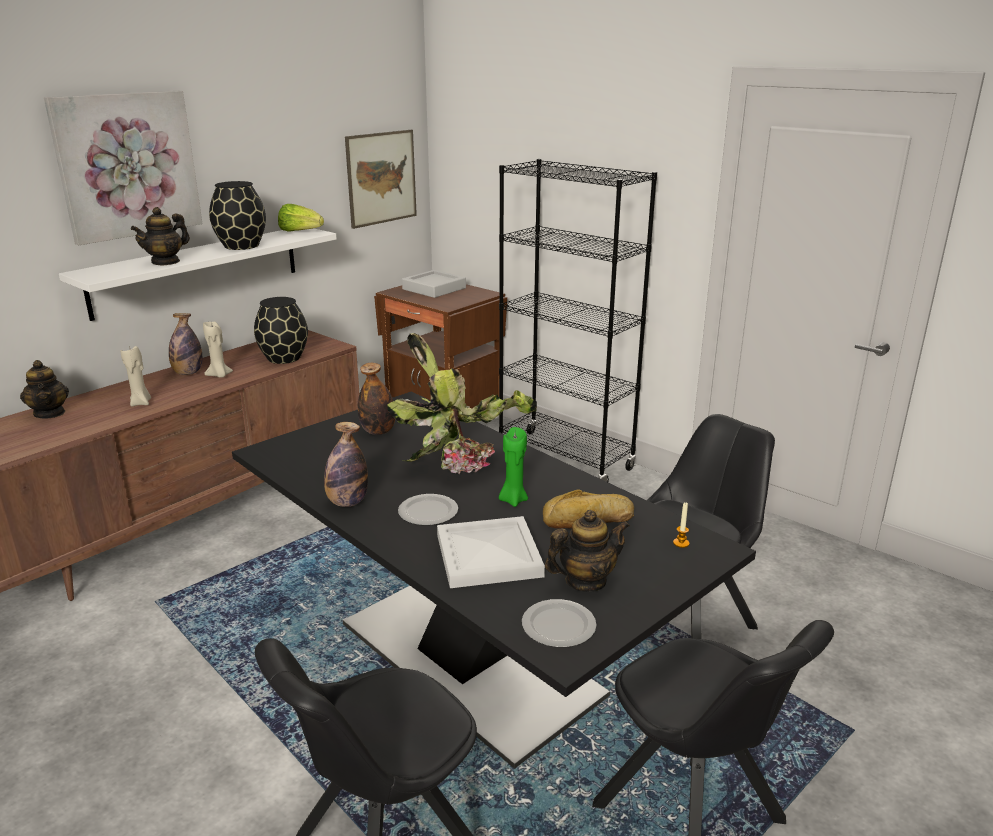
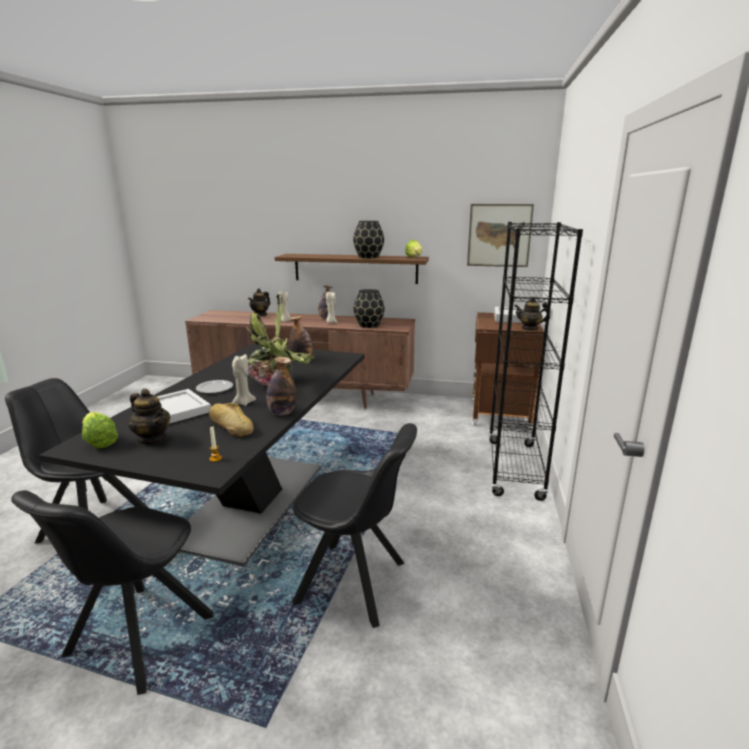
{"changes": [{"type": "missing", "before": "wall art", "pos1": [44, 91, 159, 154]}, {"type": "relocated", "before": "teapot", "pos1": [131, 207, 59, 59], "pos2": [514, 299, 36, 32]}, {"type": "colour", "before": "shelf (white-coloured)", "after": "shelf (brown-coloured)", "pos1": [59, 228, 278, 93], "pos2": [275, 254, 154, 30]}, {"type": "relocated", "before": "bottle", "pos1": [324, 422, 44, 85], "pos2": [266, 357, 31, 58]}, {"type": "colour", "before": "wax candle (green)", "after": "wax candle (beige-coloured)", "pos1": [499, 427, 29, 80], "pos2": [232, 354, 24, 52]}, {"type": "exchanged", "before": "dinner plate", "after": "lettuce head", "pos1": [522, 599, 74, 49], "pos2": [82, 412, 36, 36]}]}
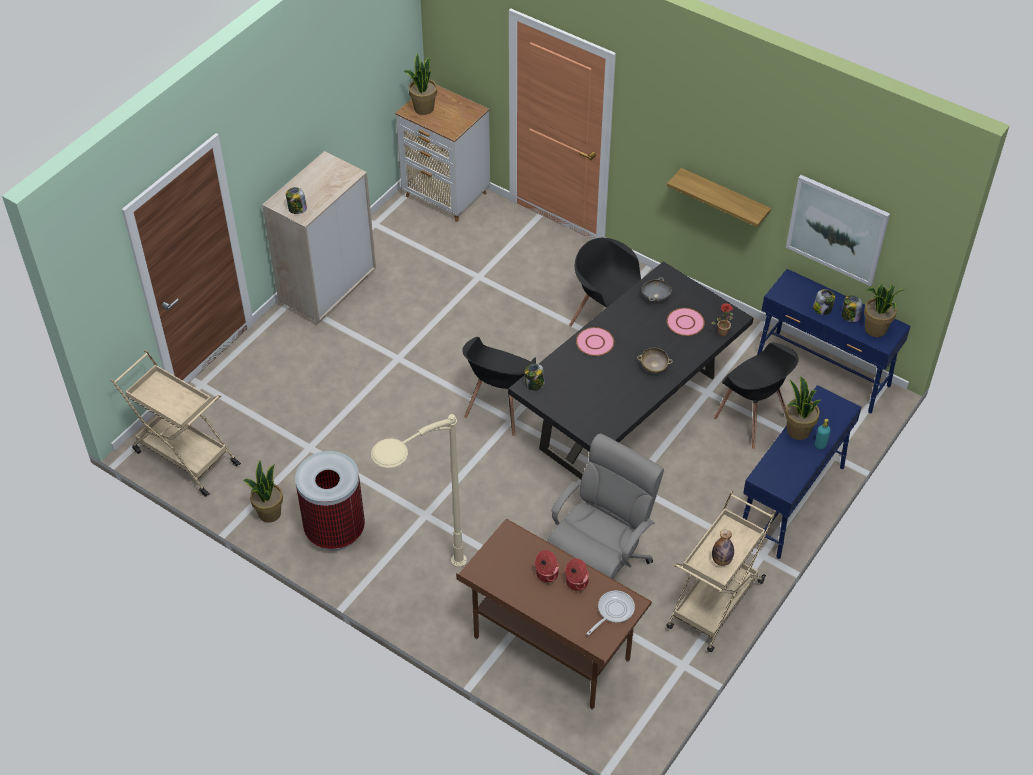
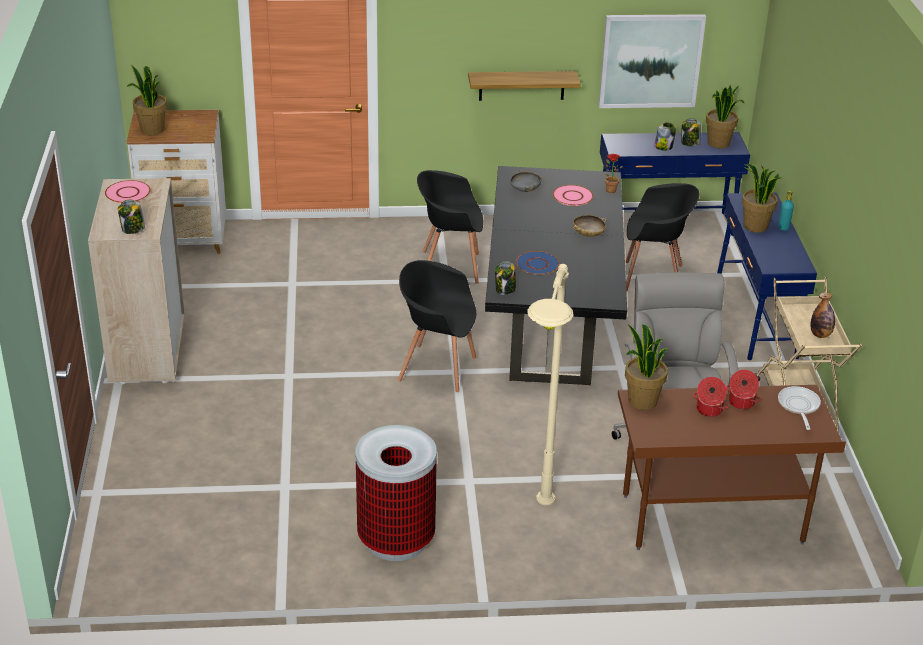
{"changes": [{"type": "relocated", "before": "dinner plate (pink)", "pos1": [576, 327, 38, 29], "pos2": [105, 180, 46, 23]}, {"type": "spun", "before": "chair (black)", "pos1": [462, 337, 74, 99], "pos2": [398, 260, 78, 132], "turn": 120}, {"type": "missing", "before": "wheeled cart (beige-coloured)", "pos1": [111, 350, 130, 147]}, {"type": "relocated", "before": "plant in a pot", "pos1": [243, 461, 40, 62], "pos2": [625, 324, 43, 86]}, {"type": "appeared", "after": "dinner plate (bluish)", "pos2": [516, 251, 43, 24]}]}
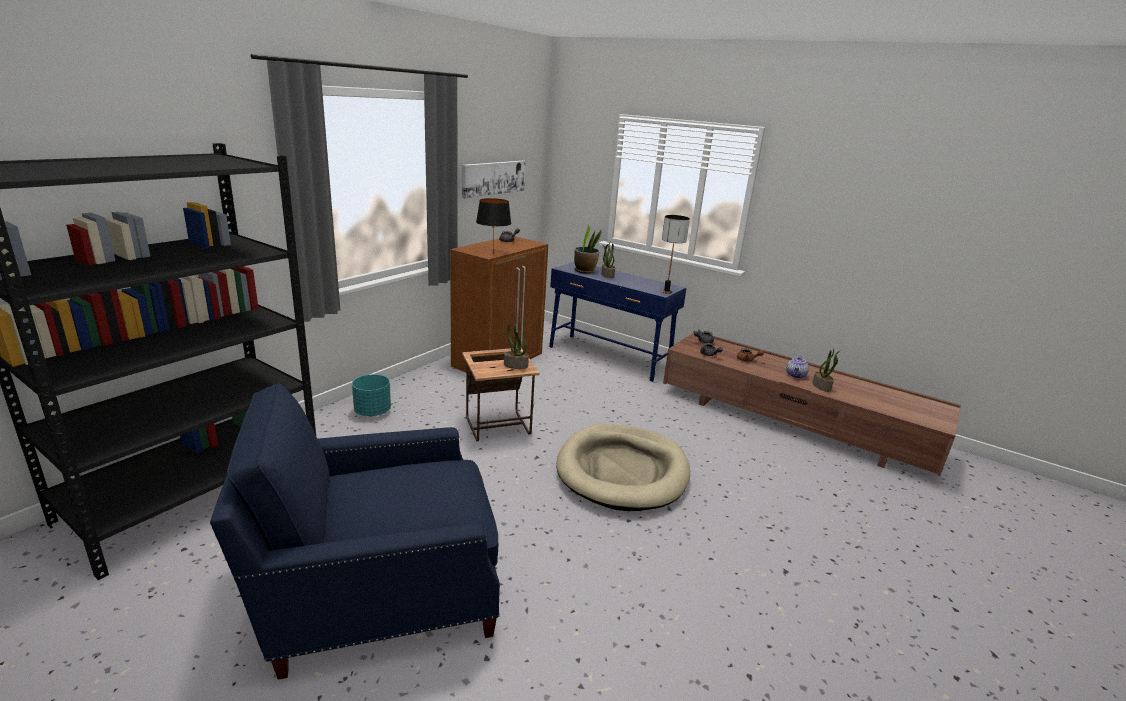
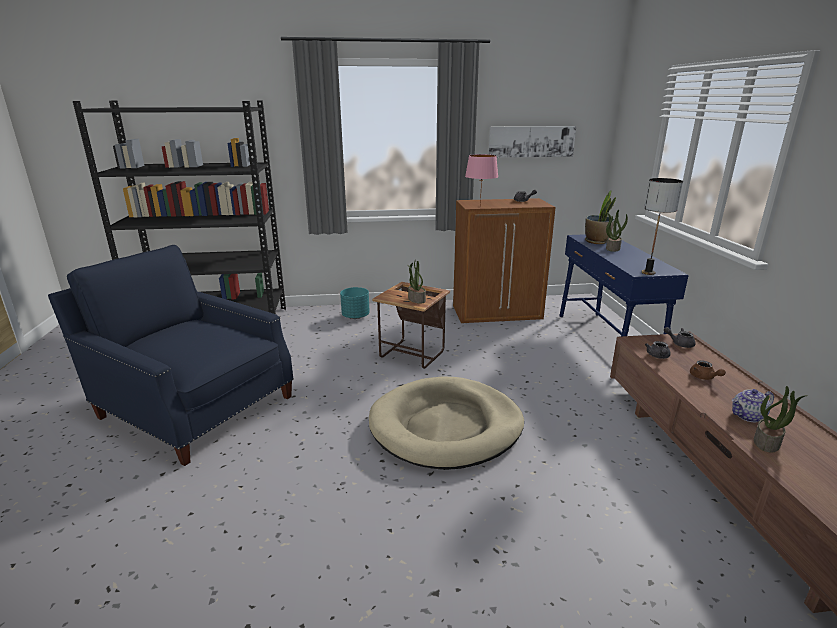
{"changes": [{"type": "colour", "before": "table lamp (black)", "after": "table lamp (pink)", "pos1": [476, 198, 35, 50], "pos2": [465, 154, 33, 52]}]}
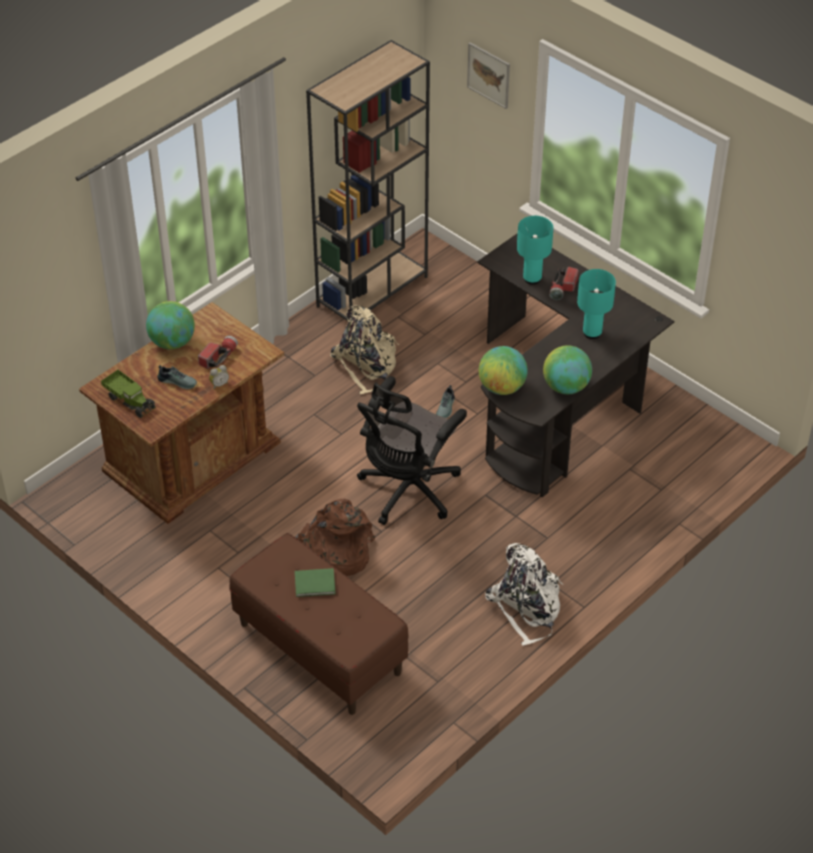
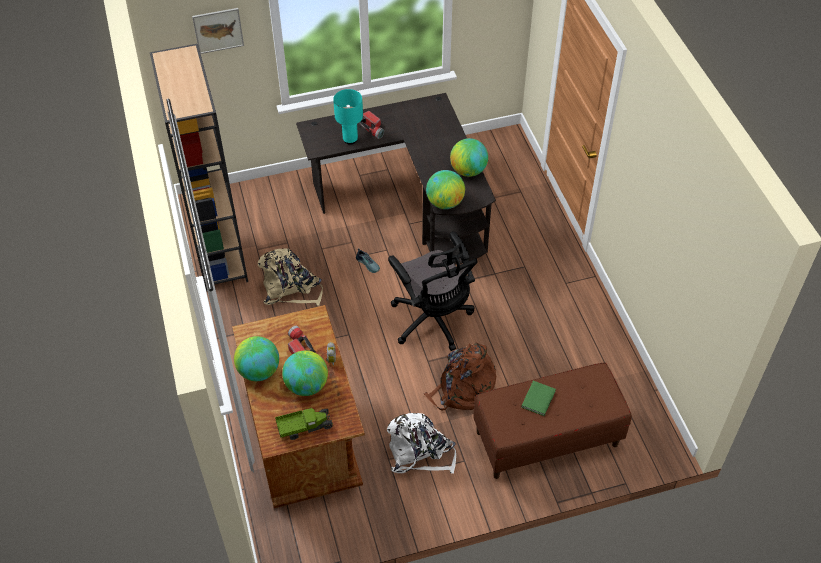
{"changes": [{"type": "missing", "before": "table lamp (turquoise)", "pos1": [577, 269, 39, 70]}, {"type": "exchanged", "before": "shoe", "after": "world globe", "pos1": [157, 365, 40, 24], "pos2": [282, 350, 46, 46]}, {"type": "relocated", "before": "knapsack (white-coloured)", "pos1": [485, 543, 78, 103], "pos2": [387, 413, 69, 61]}]}
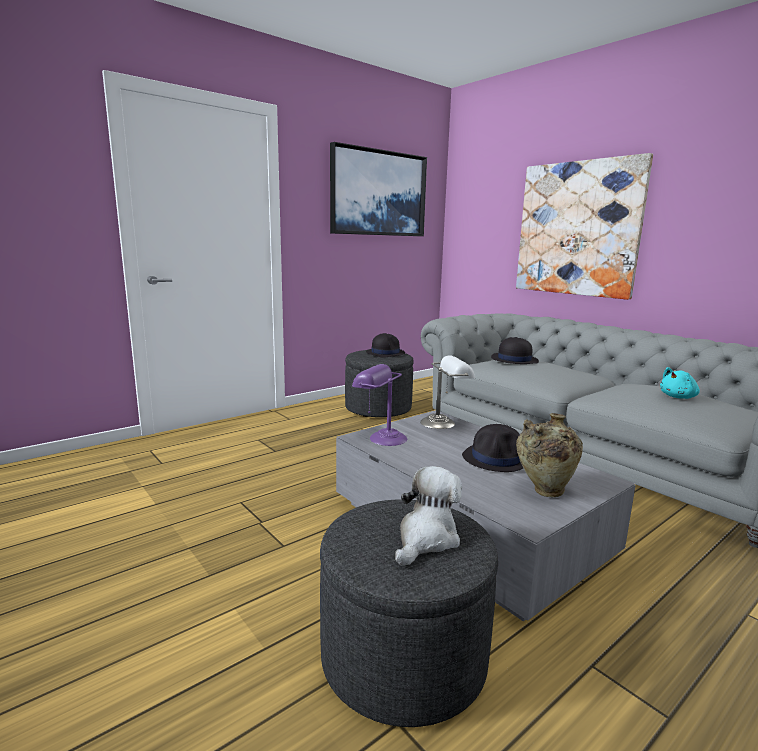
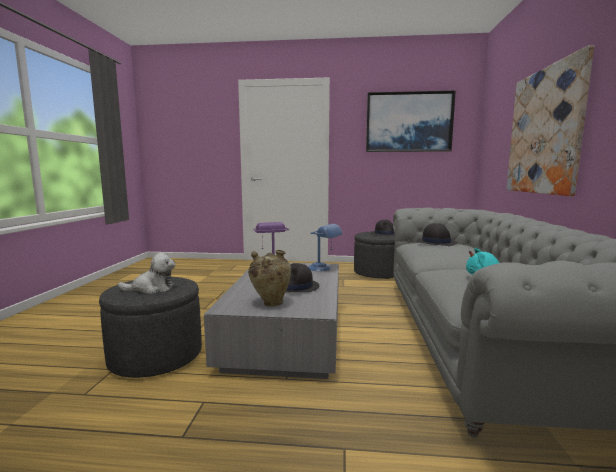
{"changes": [{"type": "colour", "before": "table lamp (white-coloured)", "after": "table lamp (bluish)", "pos1": [420, 355, 55, 74], "pos2": [308, 224, 34, 47]}]}
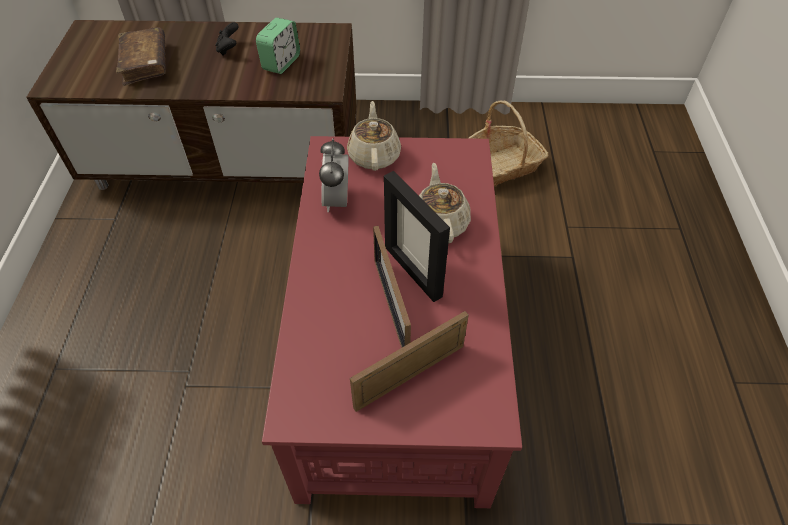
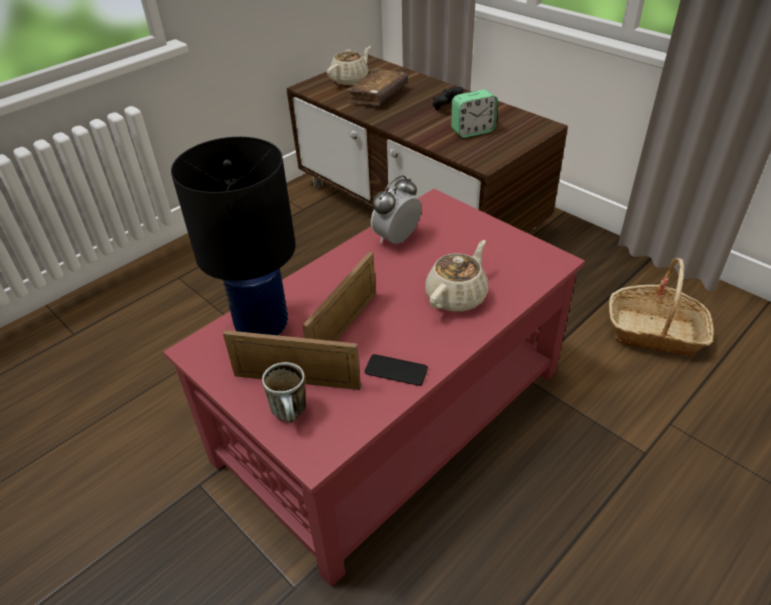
{"changes": [{"type": "relocated", "before": "teapot (beige-coloured)", "pos1": [347, 101, 54, 70], "pos2": [327, 46, 44, 40]}, {"type": "missing", "before": "picture frame", "pos1": [384, 171, 66, 131]}, {"type": "appeared", "after": "table lamp (black)", "pos2": [171, 137, 125, 199]}, {"type": "appeared", "after": "handset", "pos2": [365, 354, 63, 32]}, {"type": "appeared", "after": "coffee mug", "pos2": [262, 362, 44, 61]}]}
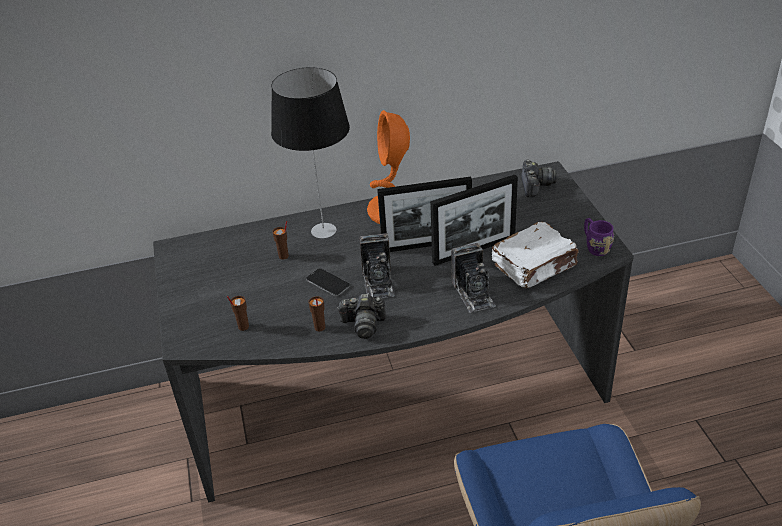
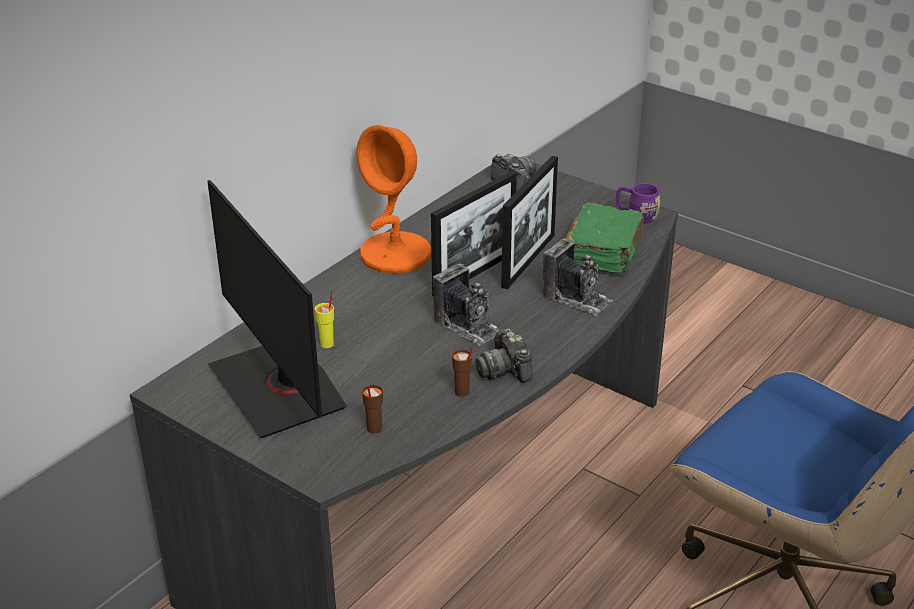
{"changes": [{"type": "missing", "before": "table lamp", "pos1": [271, 67, 79, 171]}, {"type": "colour", "before": "small cup (brown-coloured)", "after": "small cup (yellowish)", "pos1": [272, 221, 17, 39], "pos2": [315, 291, 19, 57]}, {"type": "colour", "before": "book (white-coloured)", "after": "book (green)", "pos1": [491, 222, 88, 66], "pos2": [565, 203, 79, 71]}, {"type": "missing", "before": "handset", "pos1": [306, 268, 44, 28]}, {"type": "spun", "before": "photo camera", "pos1": [337, 294, 49, 45], "pos2": [475, 328, 58, 55], "turn": 105}, {"type": "appeared", "after": "computer display", "pos2": [207, 180, 140, 258]}]}
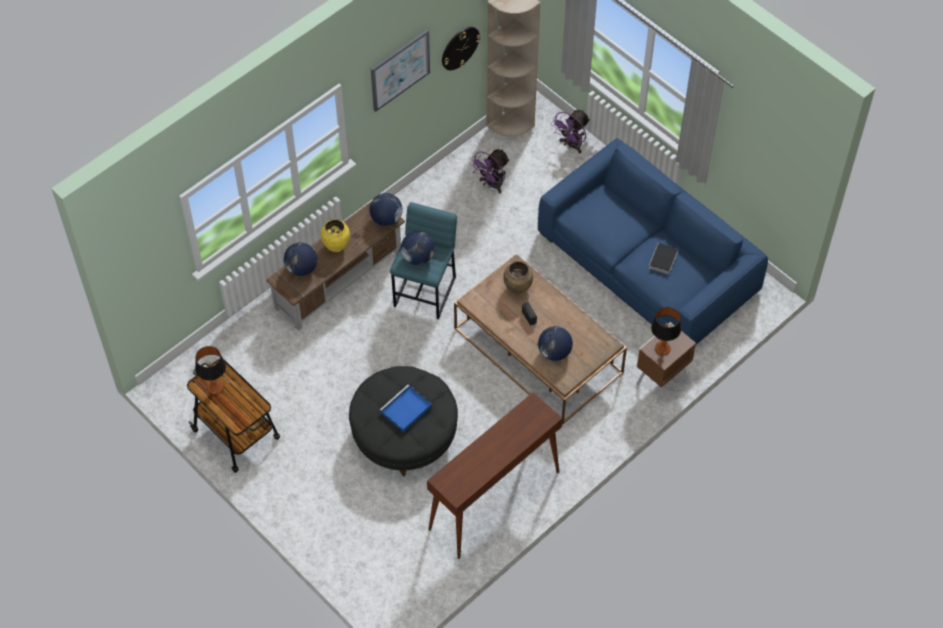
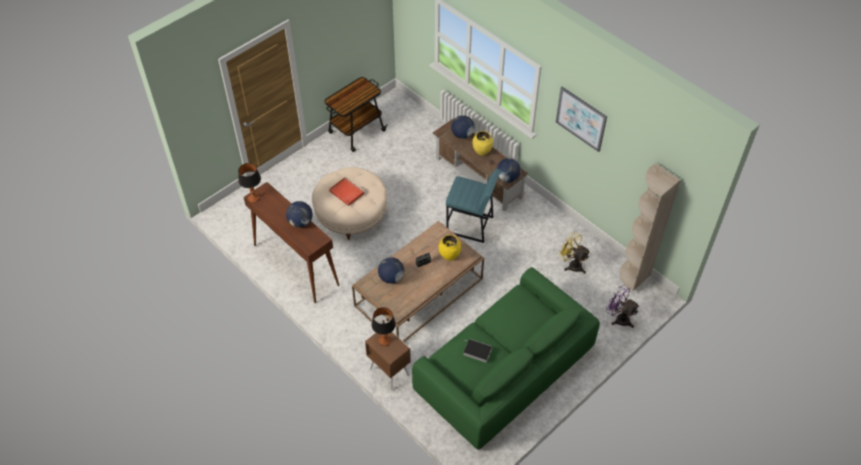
{"changes": [{"type": "missing", "before": "clock on the wall", "pos1": [442, 27, 39, 43]}, {"type": "colour", "before": "couch (bluish)", "after": "couch (green)", "pos1": [538, 138, 230, 207], "pos2": [412, 267, 188, 183]}, {"type": "colour", "before": "cooling fan (purple)", "after": "cooling fan (yellowish)", "pos1": [469, 149, 41, 45], "pos2": [558, 232, 32, 42]}, {"type": "relocated", "before": "world globe", "pos1": [401, 231, 34, 34], "pos2": [286, 201, 27, 27]}, {"type": "colour", "before": "decorative vase (brown-coloured)", "after": "decorative vase (yellowish)", "pos1": [503, 261, 30, 33], "pos2": [439, 235, 22, 26]}, {"type": "relocated", "before": "table lamp", "pos1": [195, 346, 31, 49], "pos2": [238, 163, 23, 40]}, {"type": "colour", "before": "pouffe (black)", "after": "pouffe (beige-coloured)", "pos1": [349, 366, 109, 110], "pos2": [312, 167, 75, 73]}, {"type": "colour", "before": "serving tray (bluish)", "after": "serving tray (reddish)", "pos1": [380, 385, 52, 47], "pos2": [329, 177, 36, 29]}]}
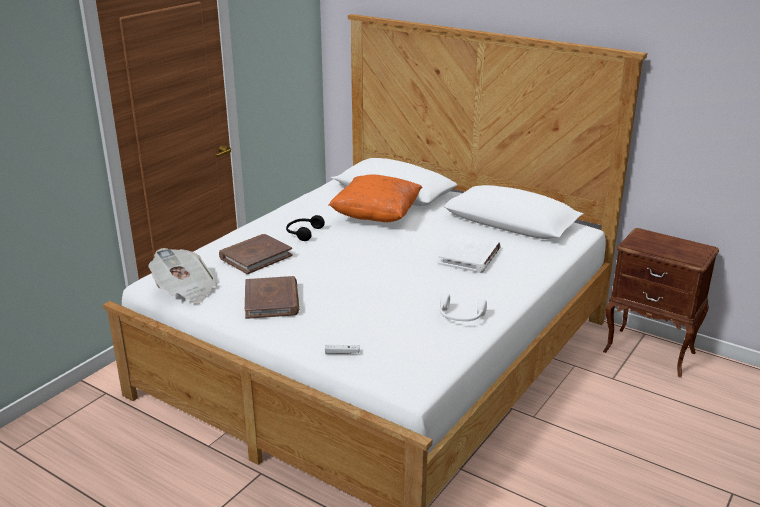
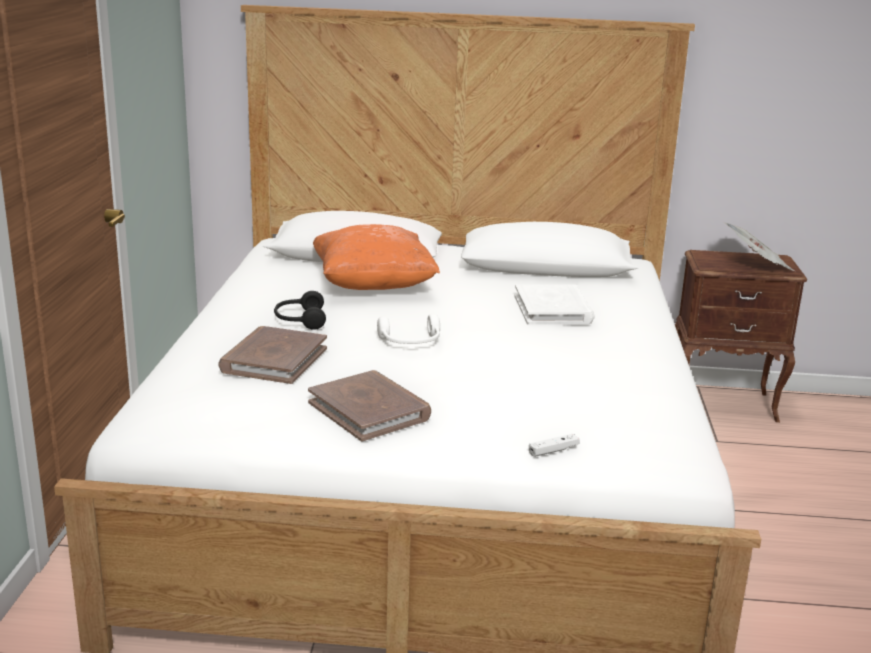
{"changes": [{"type": "relocated", "before": "newspaper", "pos1": [149, 248, 68, 56], "pos2": [724, 222, 70, 49]}, {"type": "relocated", "before": "headphones (white-coloured)", "pos1": [440, 293, 47, 28], "pos2": [377, 314, 63, 30]}]}
